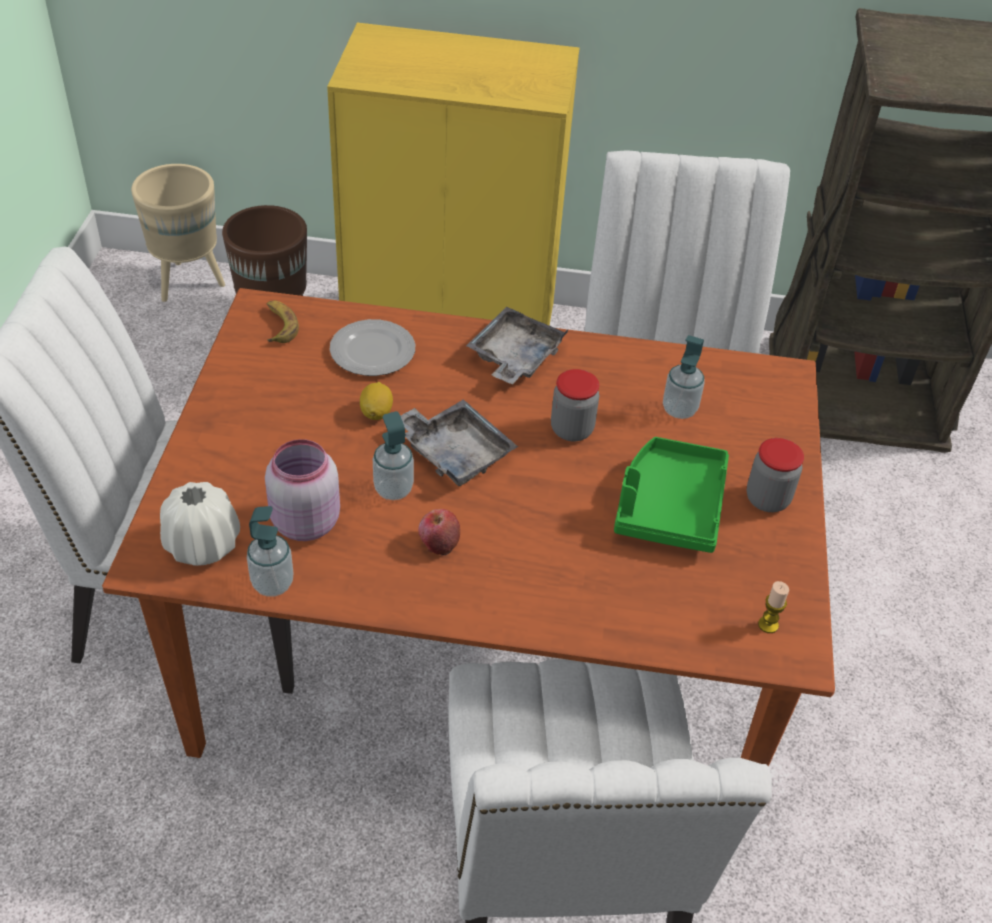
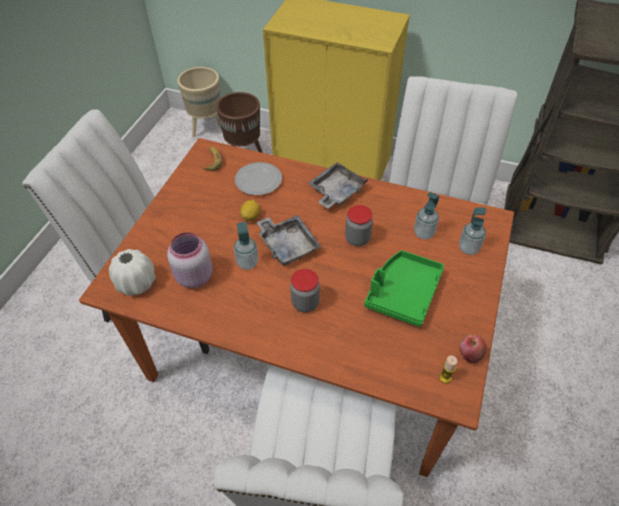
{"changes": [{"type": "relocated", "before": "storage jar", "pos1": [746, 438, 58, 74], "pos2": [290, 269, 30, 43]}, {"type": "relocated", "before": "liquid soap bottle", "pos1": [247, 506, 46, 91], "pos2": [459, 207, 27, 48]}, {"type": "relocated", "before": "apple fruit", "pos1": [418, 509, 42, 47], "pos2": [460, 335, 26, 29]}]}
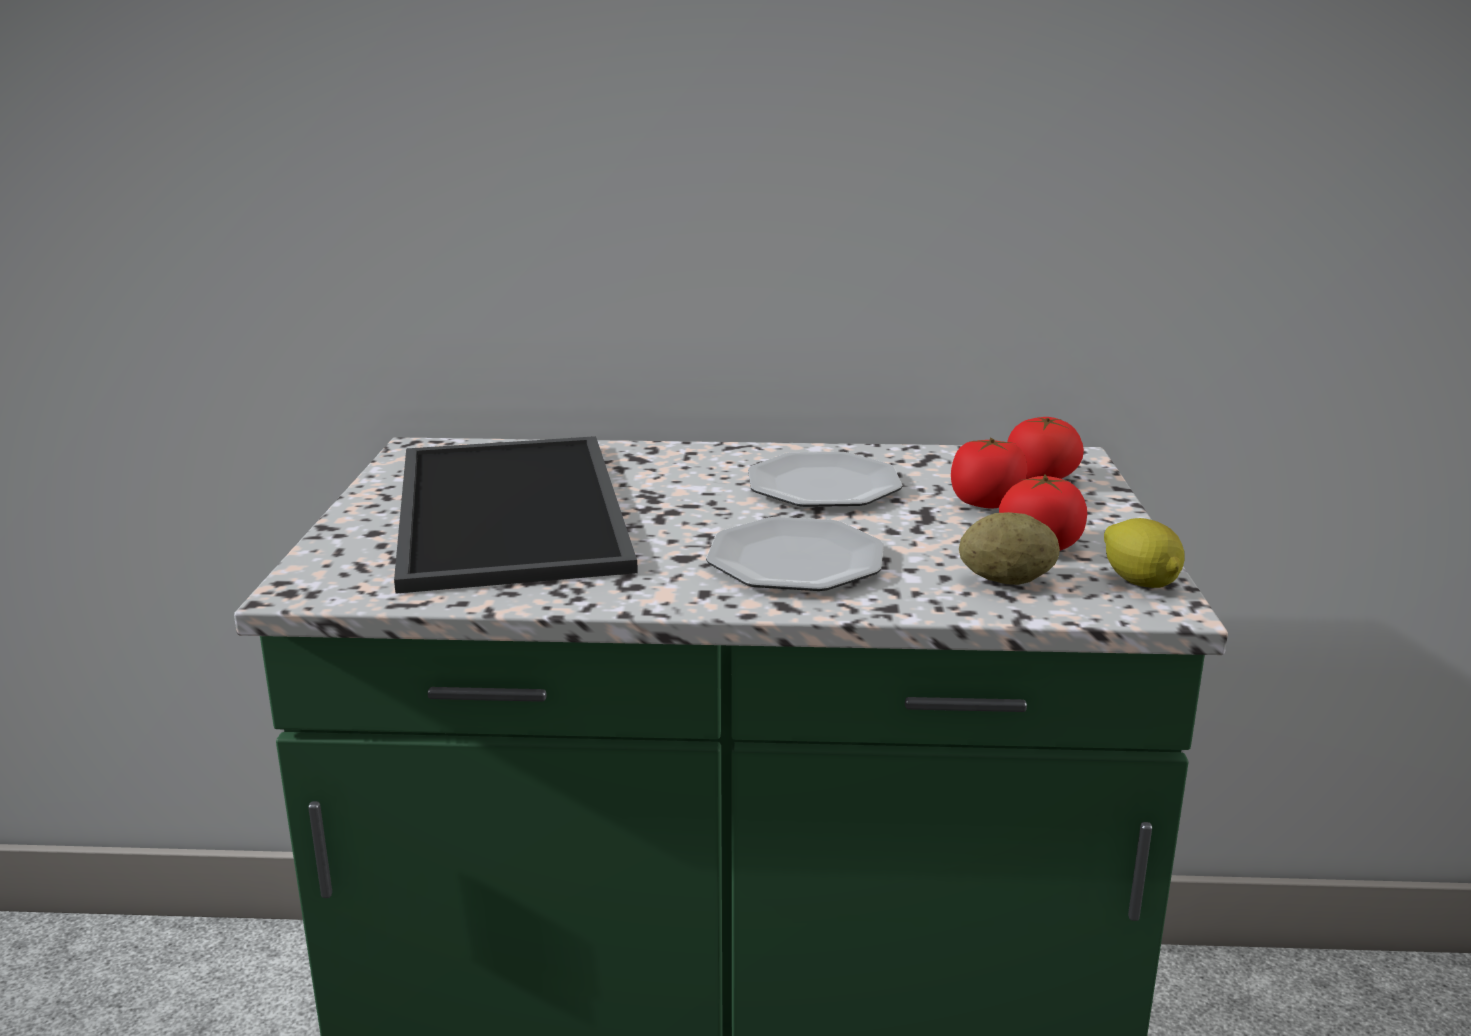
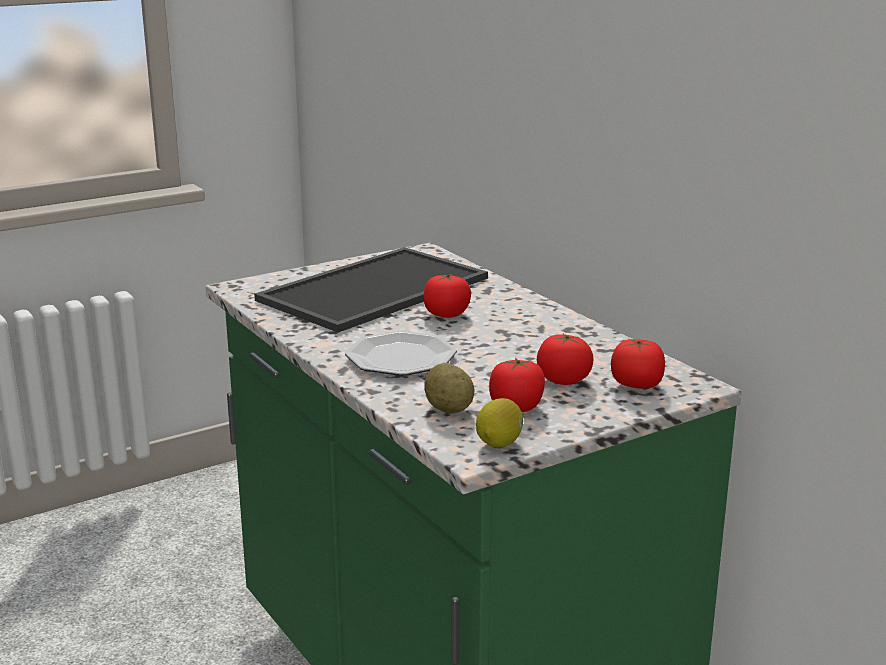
{"changes": [{"type": "missing", "before": "dinner plate", "pos1": [748, 452, 155, 55]}, {"type": "appeared", "after": "fresh tomato", "pos2": [424, 274, 47, 44]}]}
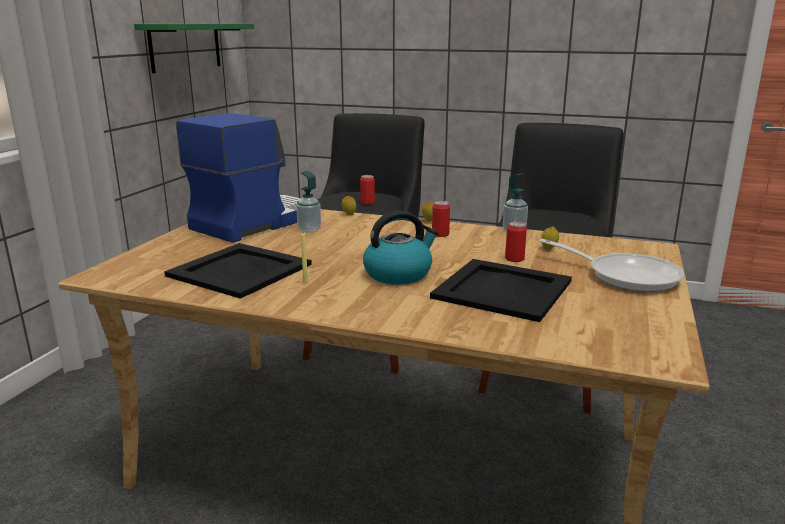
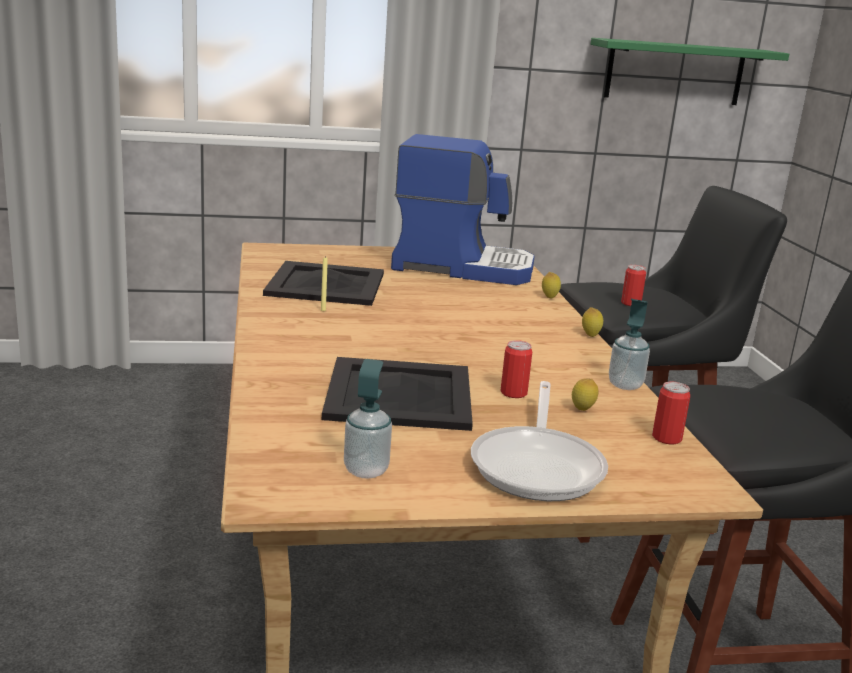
{"changes": [{"type": "relocated", "before": "liquid soap bottle", "pos1": [296, 171, 25, 62], "pos2": [344, 359, 48, 120]}, {"type": "relocated", "before": "can", "pos1": [432, 201, 18, 36], "pos2": [652, 382, 38, 62]}, {"type": "missing", "before": "kettle", "pos1": [363, 210, 75, 74]}]}
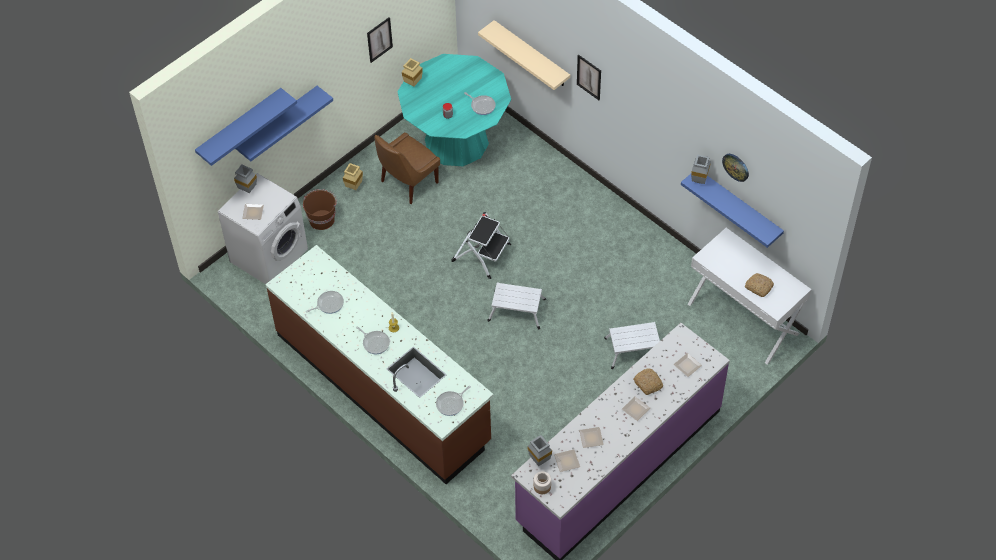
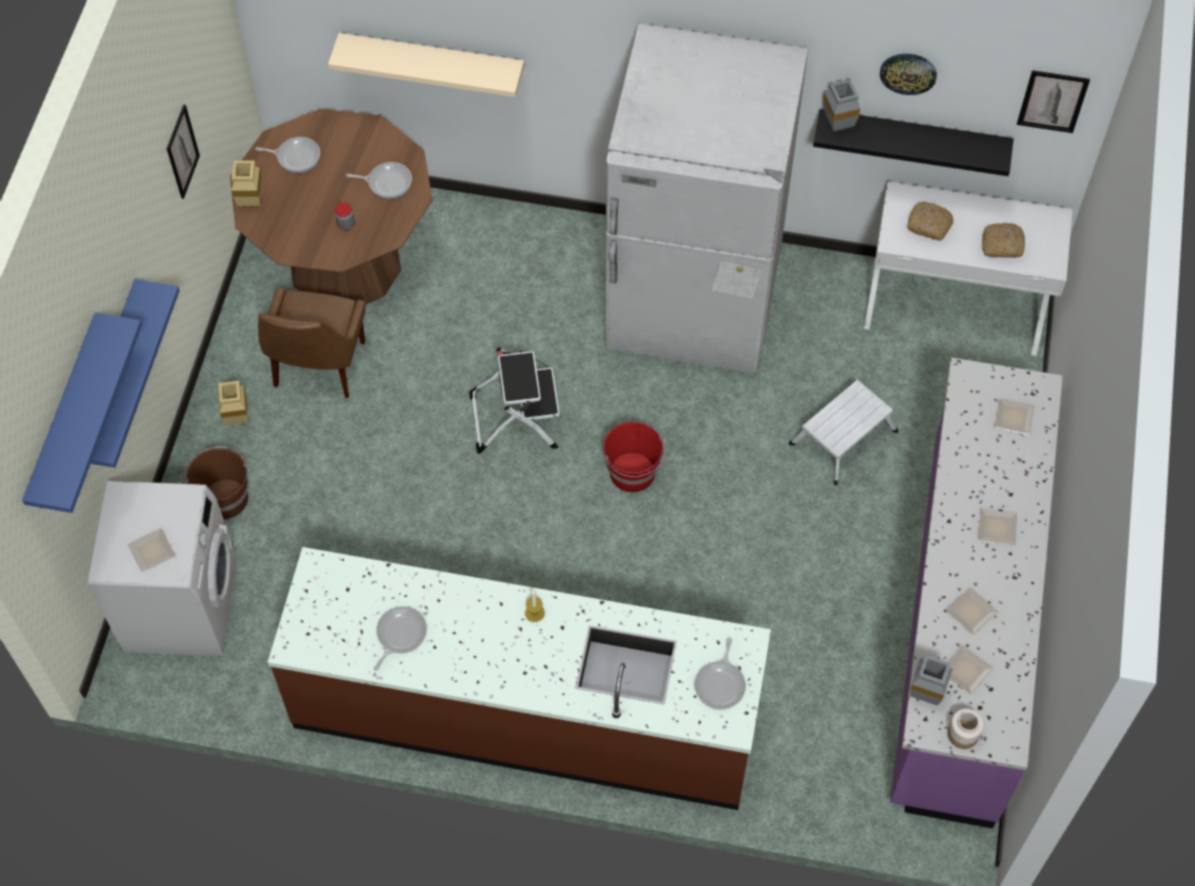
{"changes": [{"type": "colour", "before": "dining table (turquoise)", "after": "dining table (brown-coloured)", "pos1": [397, 54, 114, 112], "pos2": [230, 109, 203, 196]}, {"type": "relocated", "before": "wall art", "pos1": [577, 55, 24, 45], "pos2": [1017, 70, 73, 63]}, {"type": "missing", "before": "decorative vase (greyish)", "pos1": [234, 164, 23, 29]}, {"type": "colour", "before": "shelf (bluish)", "after": "shelf (black)", "pos1": [681, 174, 103, 74], "pos2": [813, 109, 201, 67]}, {"type": "exchanged", "before": "step stool (white-coloured)", "after": "bucket (reddish)", "pos1": [487, 282, 59, 47], "pos2": [603, 422, 63, 70]}, {"type": "relocated", "before": "frying pan", "pos1": [356, 326, 34, 28], "pos2": [255, 137, 65, 36]}, {"type": "relocated", "before": "baked bread", "pos1": [633, 368, 30, 27], "pos2": [907, 201, 46, 40]}, {"type": "appeared", "after": "fridge (white-coloured)", "pos2": [605, 23, 203, 350]}]}
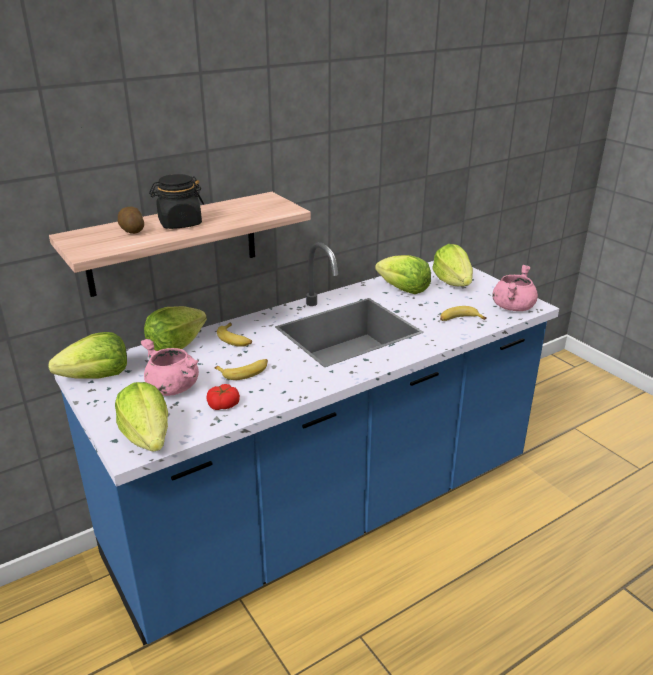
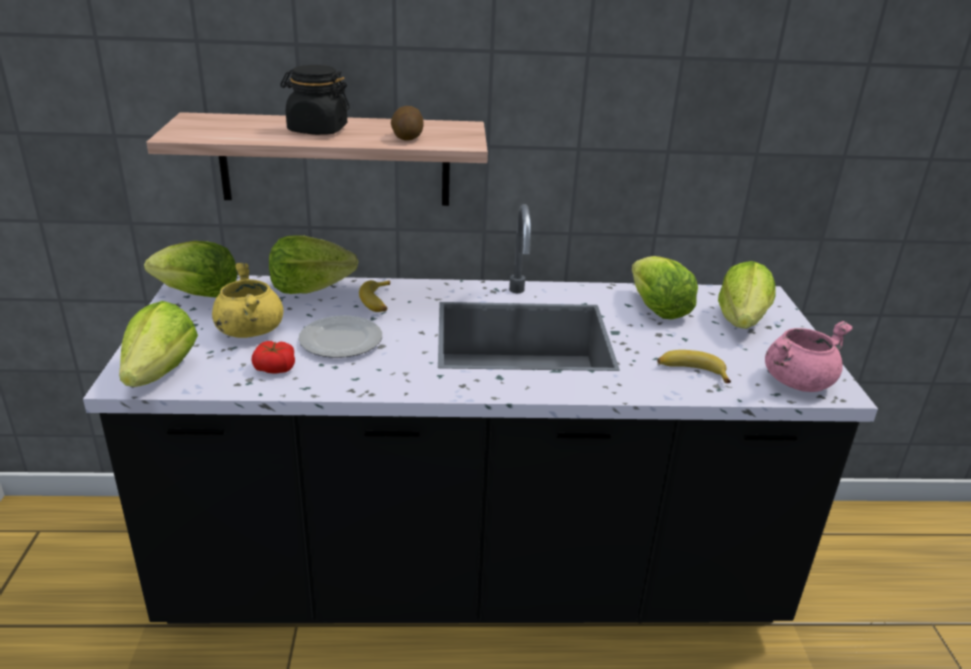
{"changes": [{"type": "relocated", "before": "spud", "pos1": [118, 207, 26, 27], "pos2": [391, 106, 32, 35]}, {"type": "colour", "before": "counter (bluish)", "after": "counter (black)", "pos1": [54, 242, 505, 403], "pos2": [83, 204, 795, 420]}, {"type": "colour", "before": "saucepot (pink)", "after": "saucepot (yellowish)", "pos1": [141, 339, 58, 57], "pos2": [212, 263, 71, 75]}, {"type": "exchanged", "before": "banana", "after": "dinner plate", "pos1": [215, 359, 53, 21], "pos2": [298, 316, 84, 42]}]}
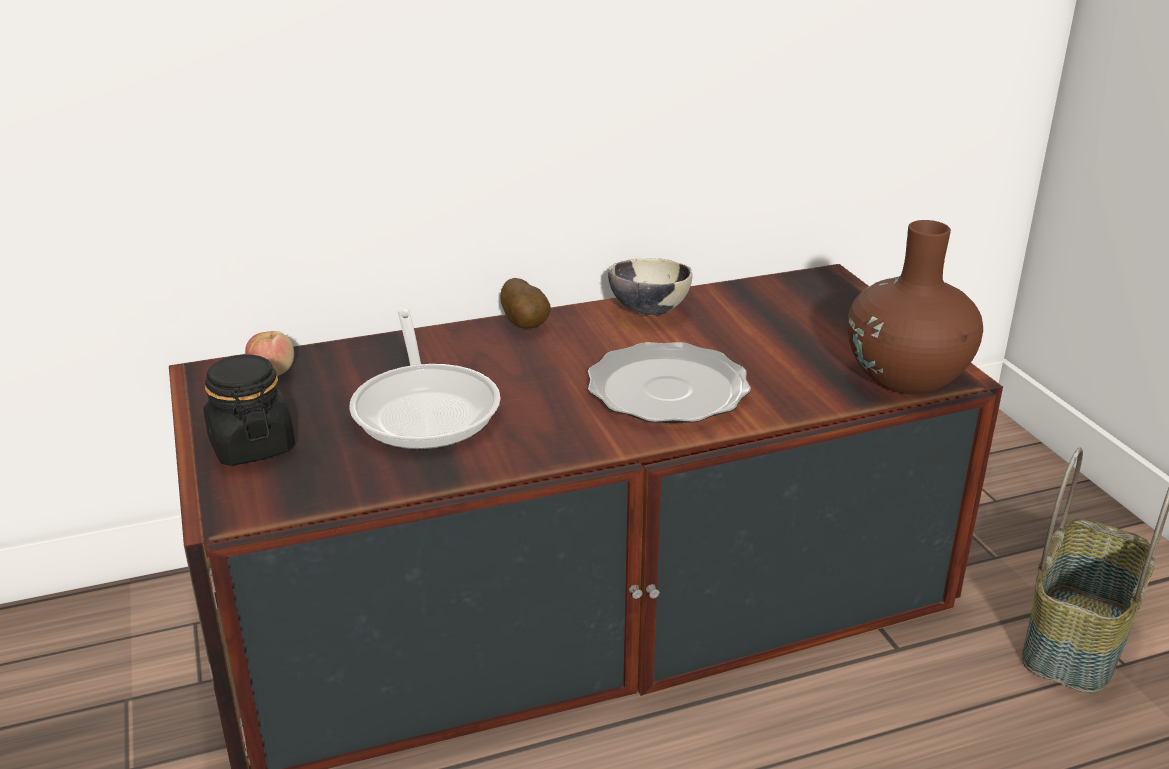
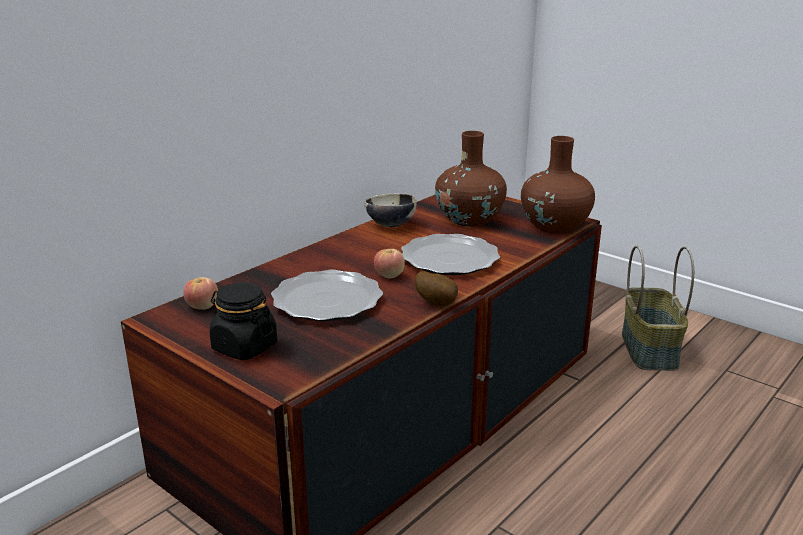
{"changes": [{"type": "relocated", "before": "spud", "pos1": [500, 278, 51, 50], "pos2": [415, 271, 43, 36]}, {"type": "exchanged", "before": "frying pan", "after": "dinner plate", "pos1": [349, 309, 152, 140], "pos2": [271, 270, 112, 51]}, {"type": "appeared", "after": "decorative vase (brown-coloured)", "pos2": [435, 131, 72, 96]}, {"type": "appeared", "after": "apple fruit", "pos2": [374, 249, 31, 30]}]}
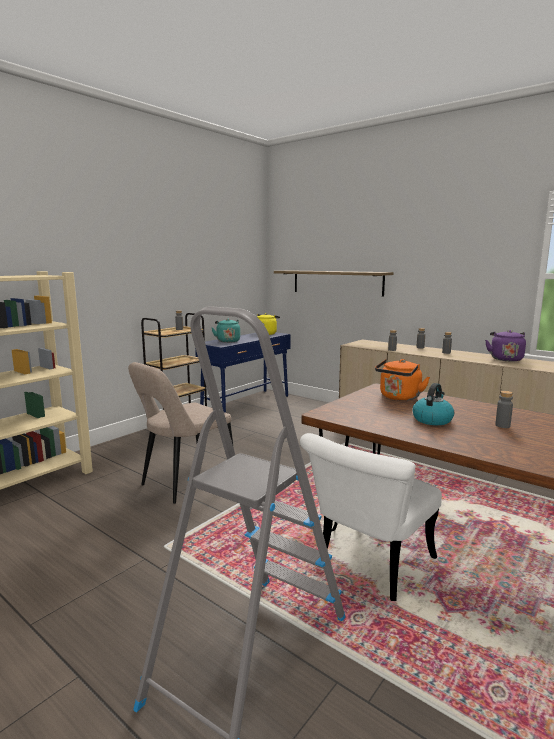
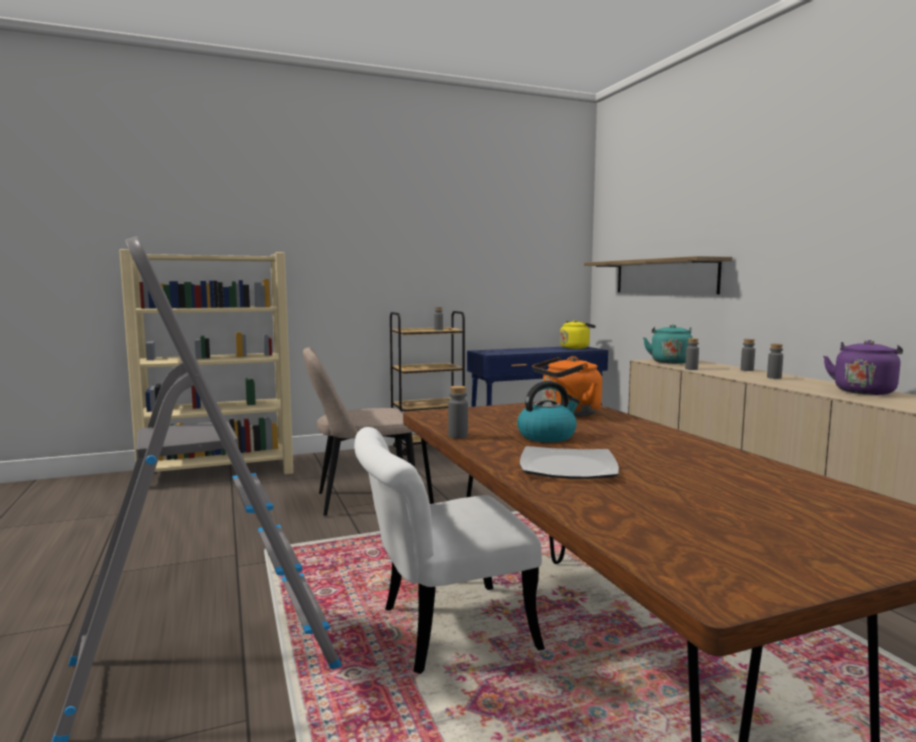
{"changes": [{"type": "relocated", "before": "kettle (turquoise)", "pos1": [212, 319, 28, 24], "pos2": [643, 324, 50, 40]}, {"type": "relocated", "before": "bottle (greyish)", "pos1": [495, 391, 18, 37], "pos2": [448, 386, 20, 53]}, {"type": "appeared", "after": "dinner plate", "pos2": [520, 446, 99, 33]}]}
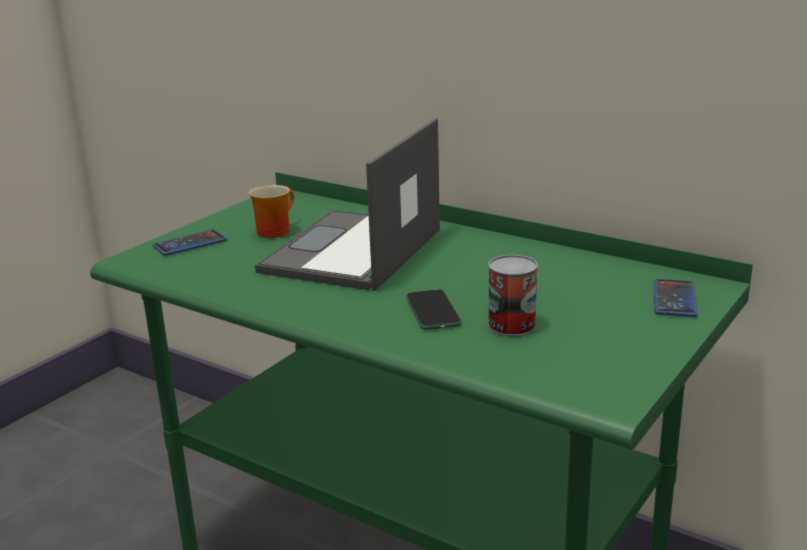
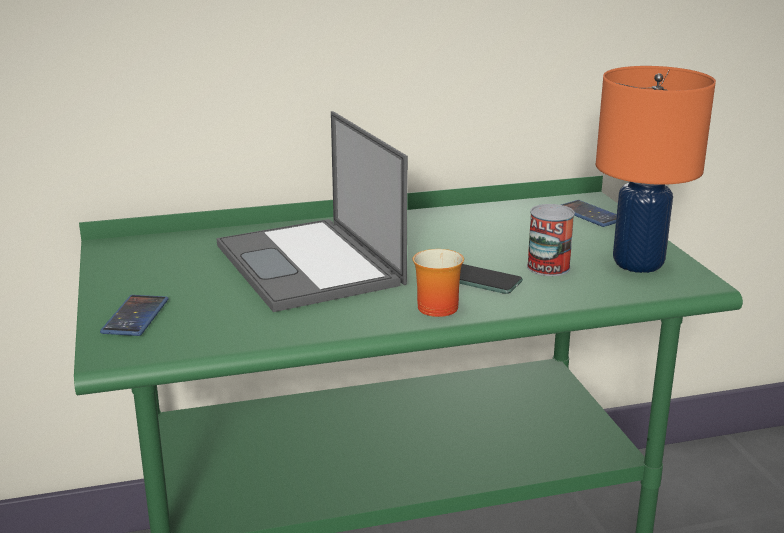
{"changes": [{"type": "relocated", "before": "coffee mug", "pos1": [249, 185, 45, 53], "pos2": [413, 249, 51, 68]}, {"type": "appeared", "after": "table lamp (orange)", "pos2": [596, 66, 120, 207]}]}
